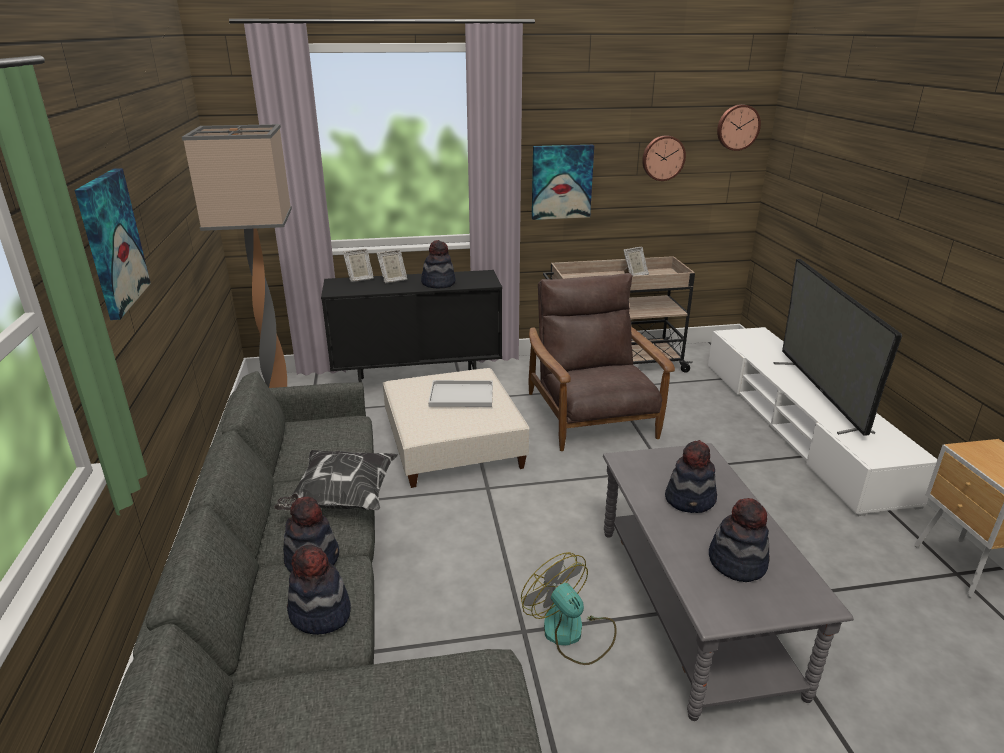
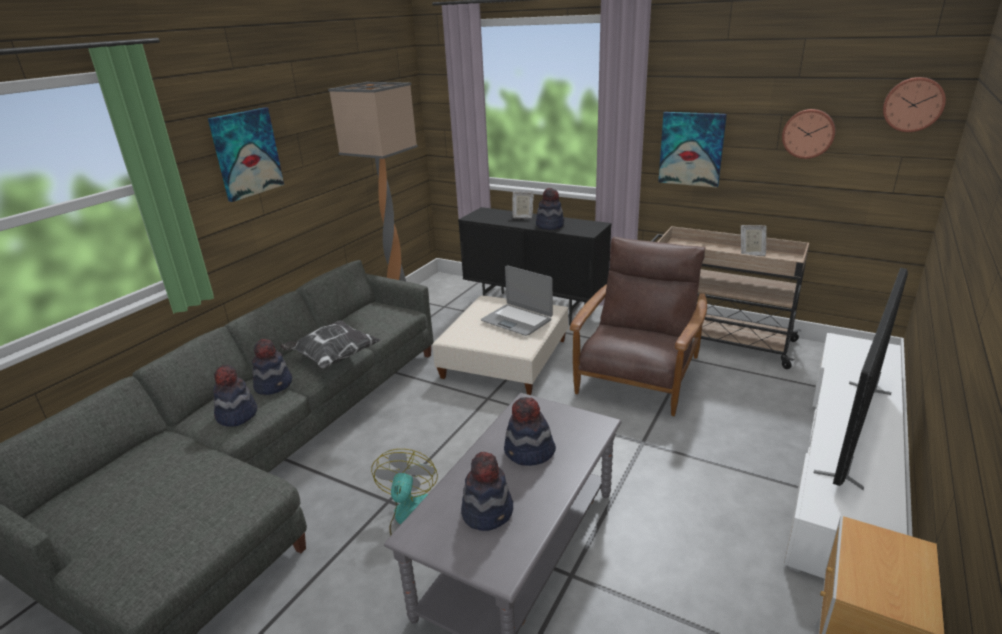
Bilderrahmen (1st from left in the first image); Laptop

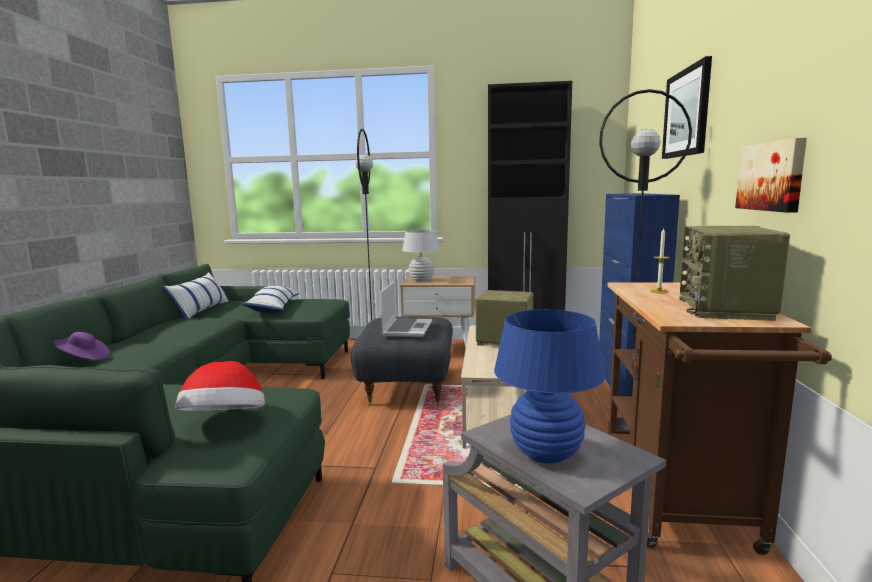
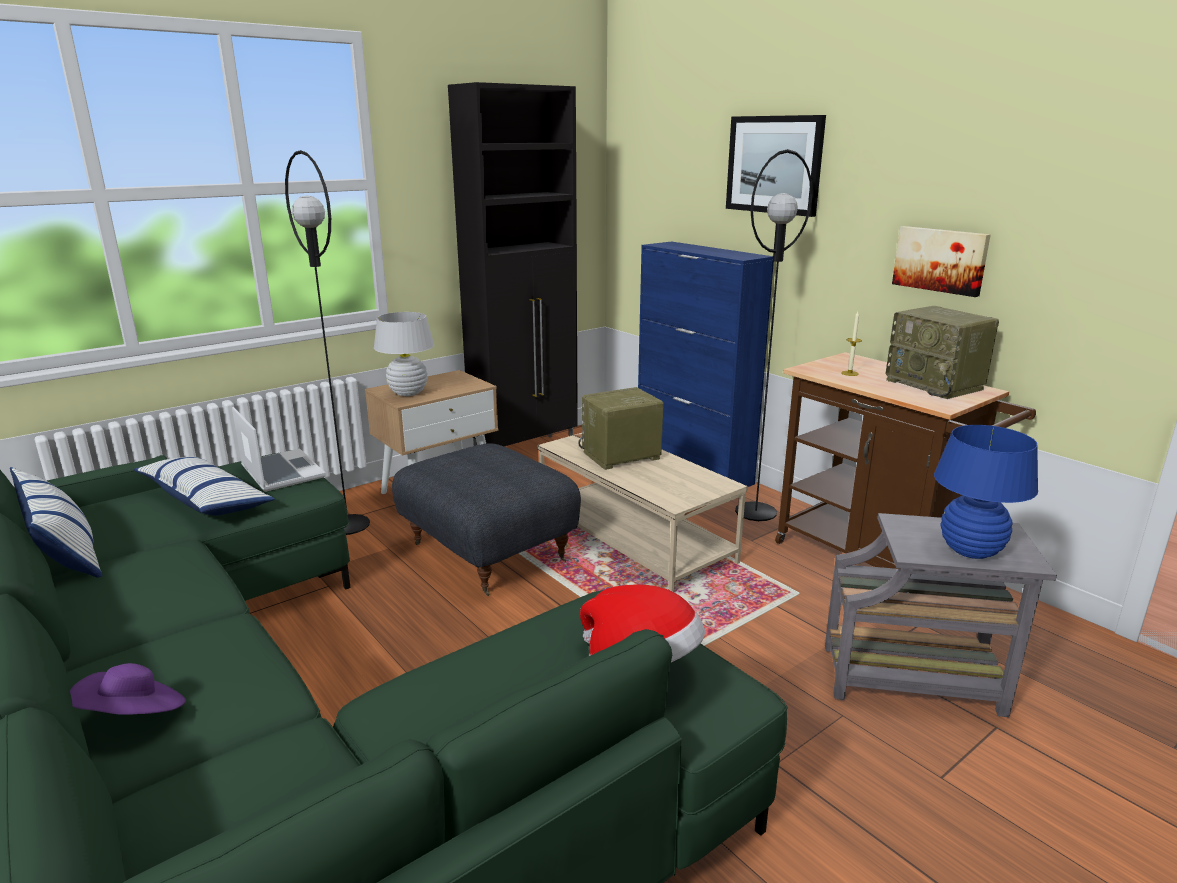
Laptop

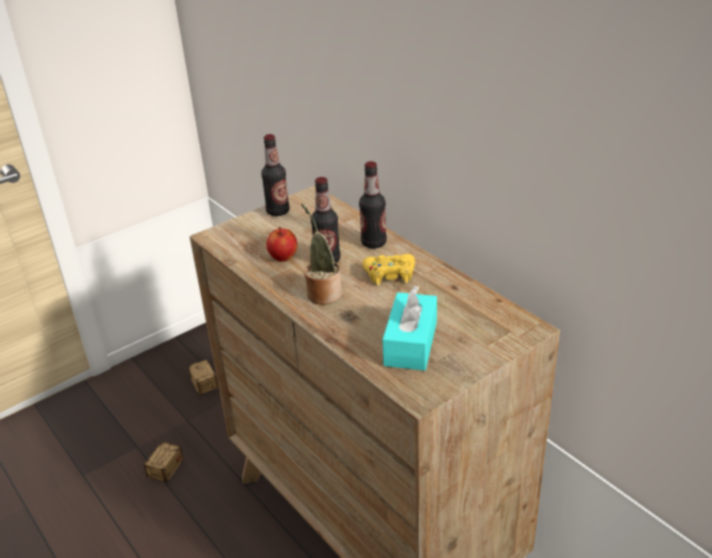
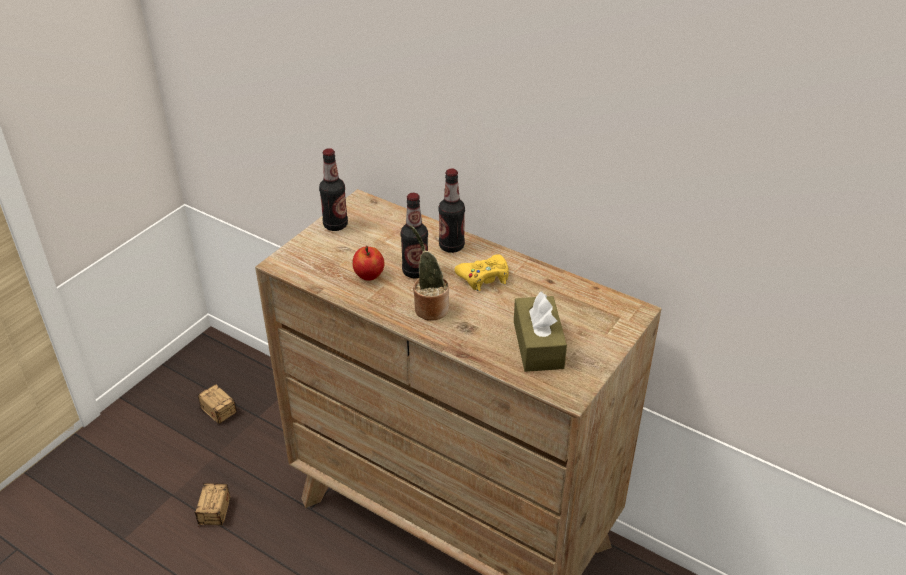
Taschentuchbox/braun

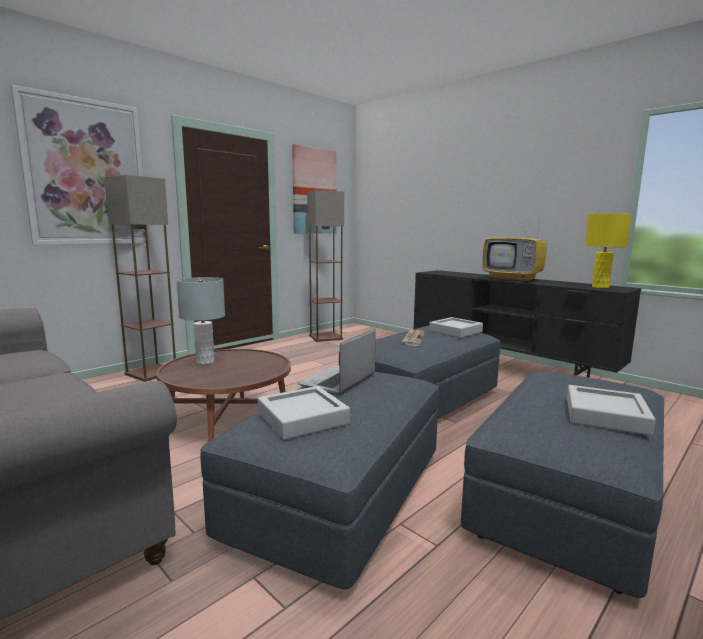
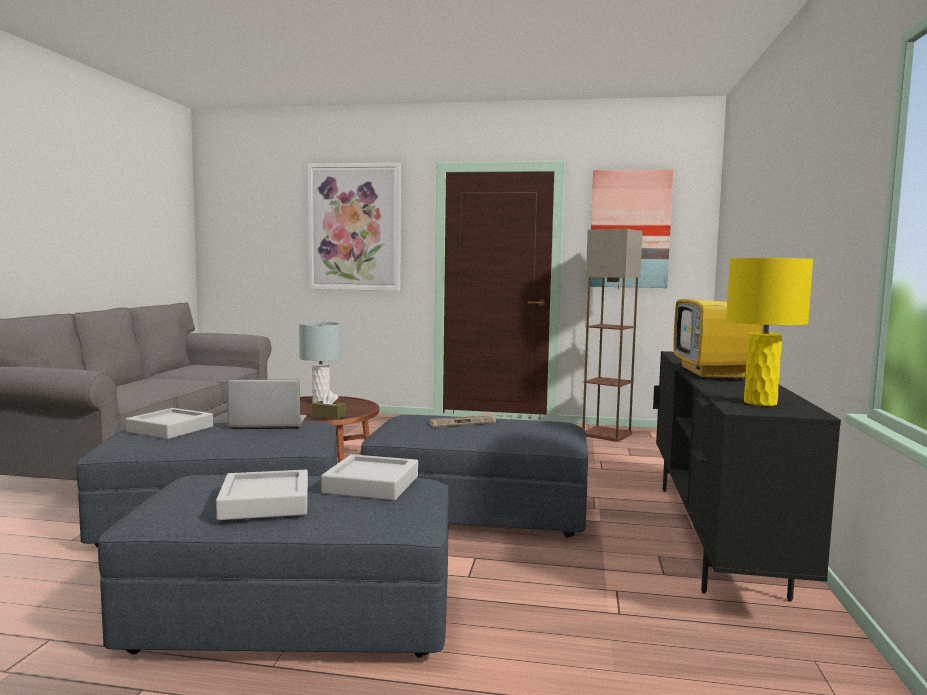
Stehlampe (1st from left in the first image); Taschentuchbox/braun; Tablett/grau (3rd from left)

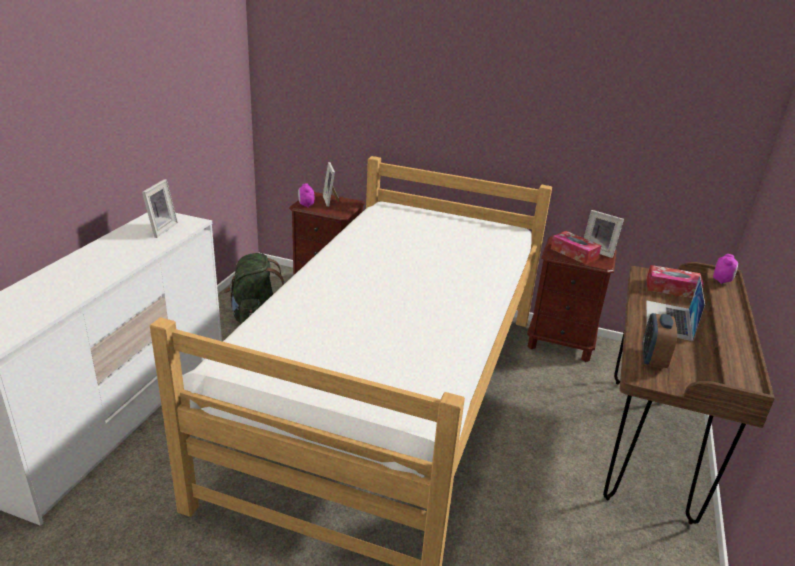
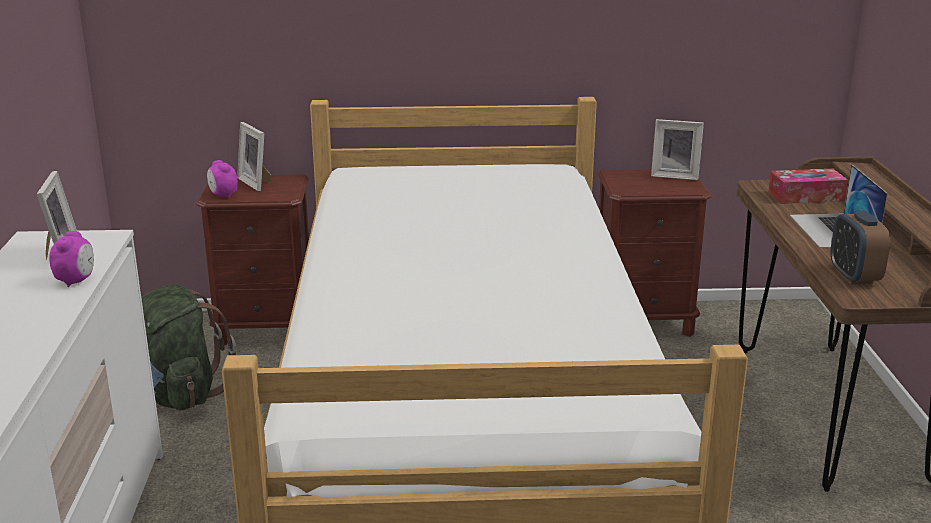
Taschentuchbox (1st from left in the first image); Wecker (1st from left)

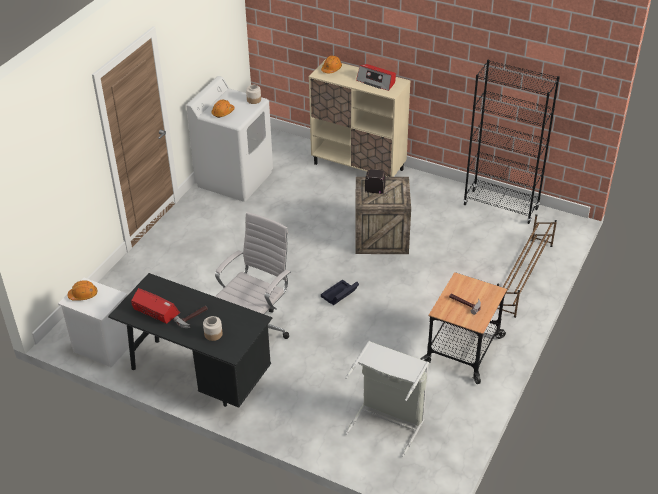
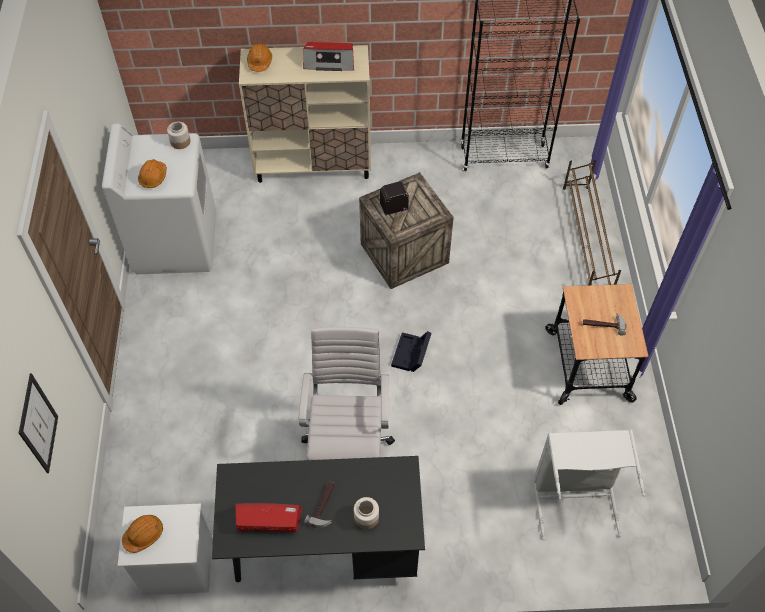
Bild

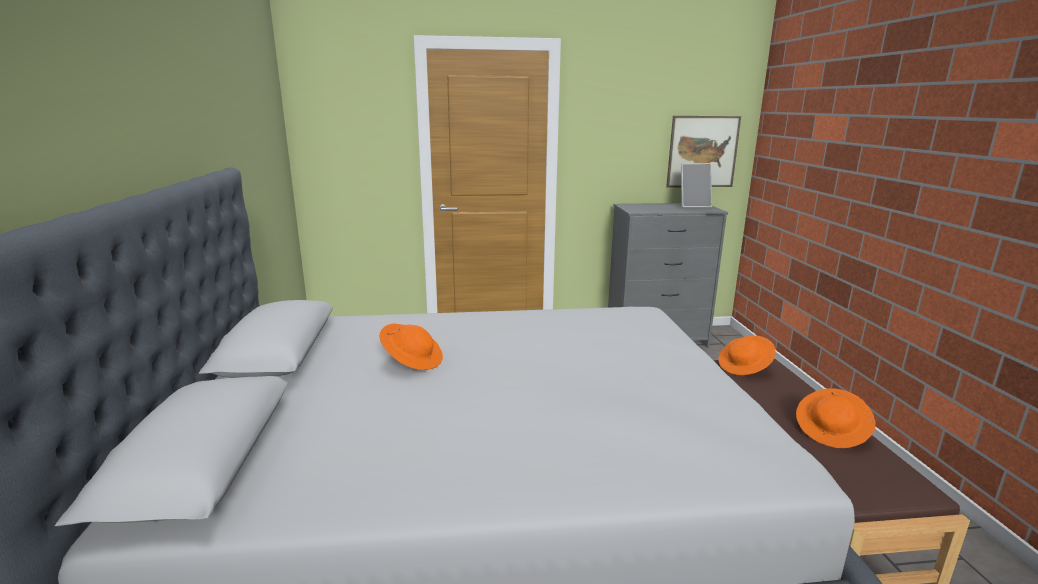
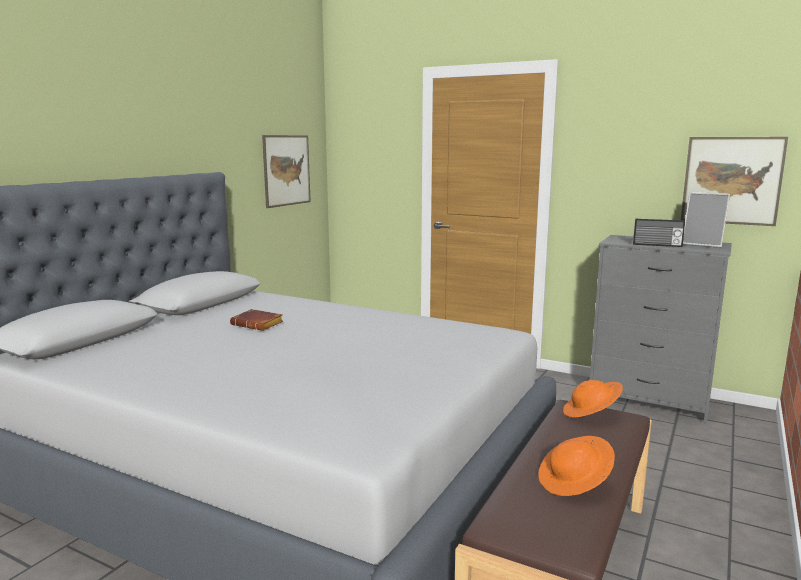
Bild (1st from left); Radio; Buch/braun

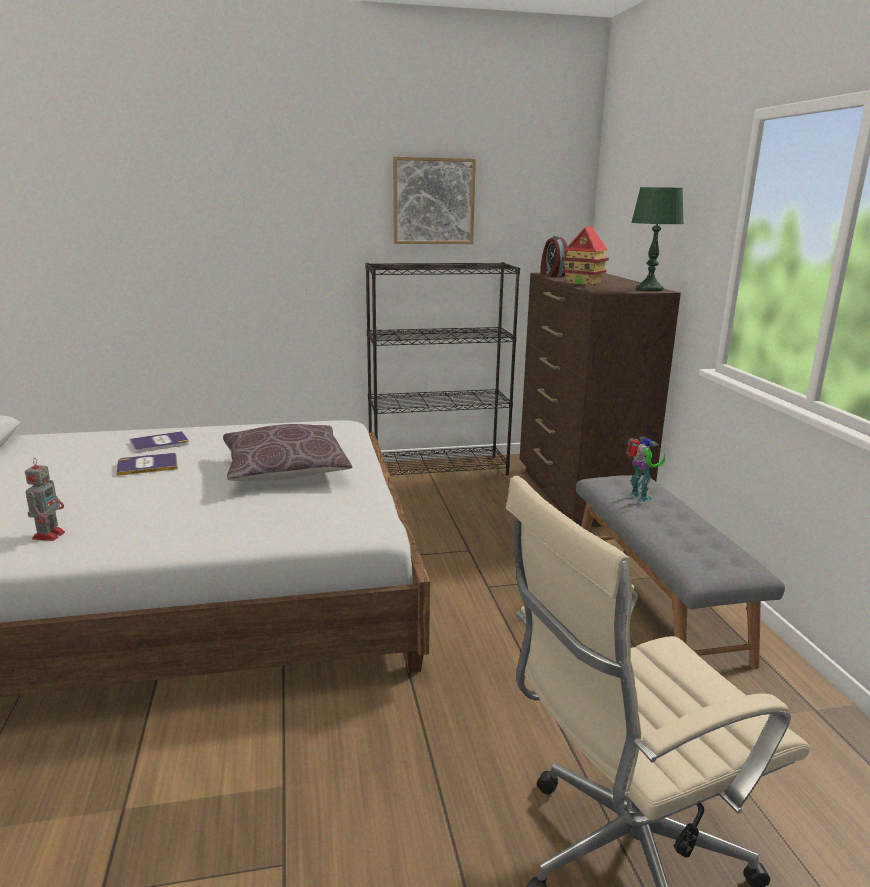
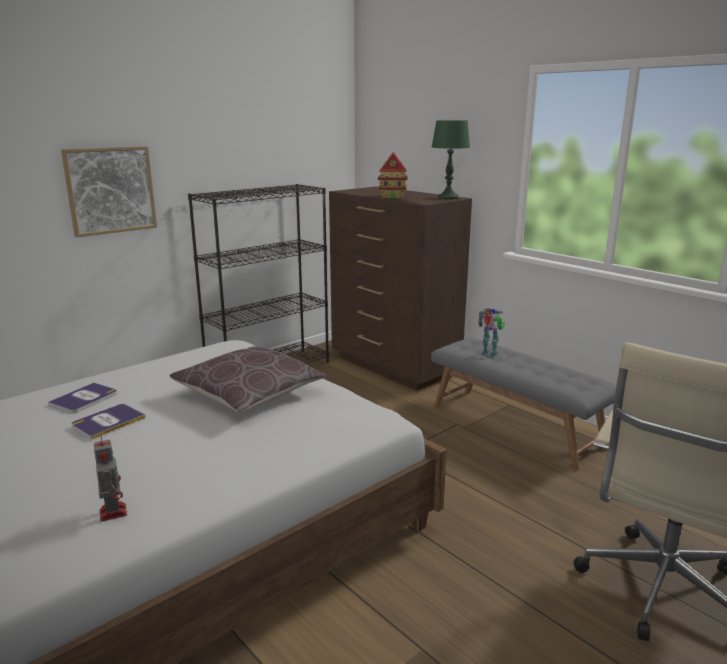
Wecker; Bild

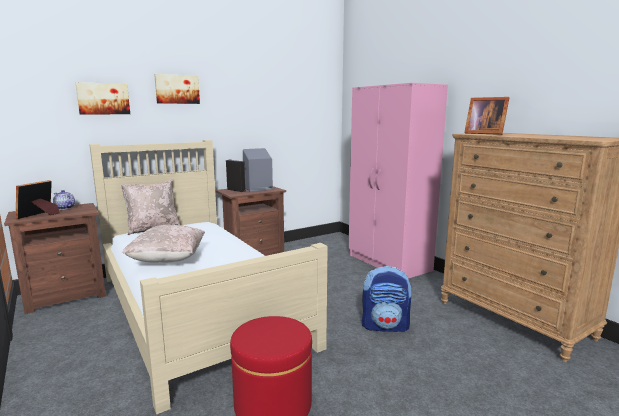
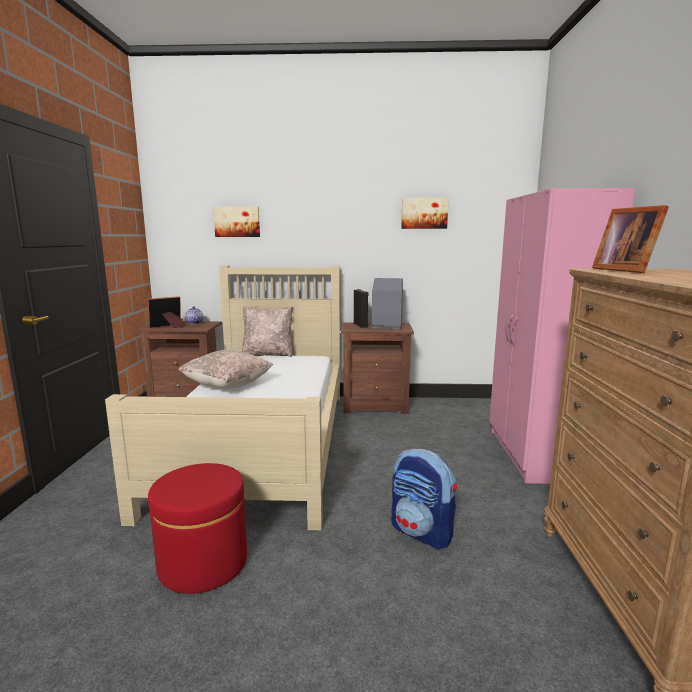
Bild (2nd from left)

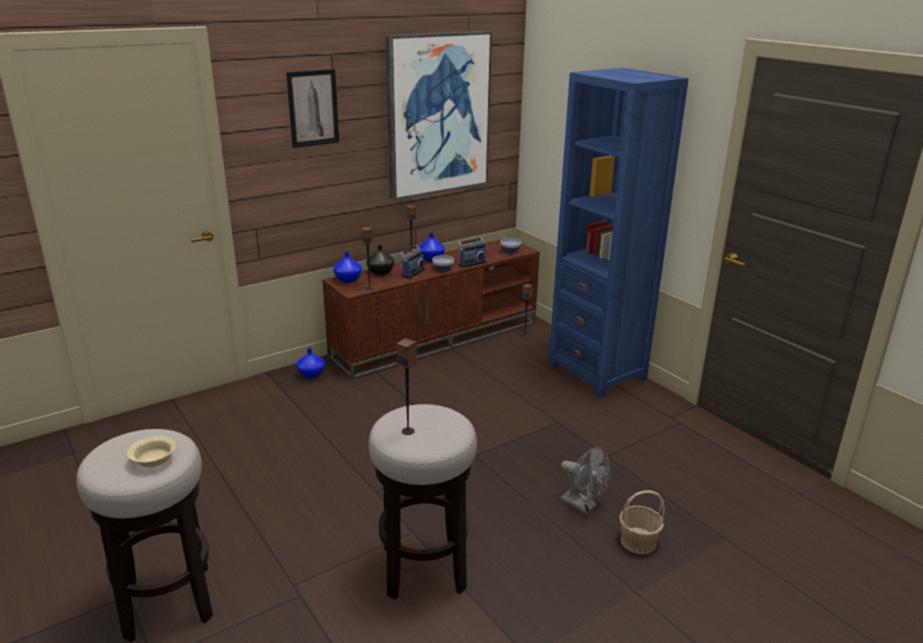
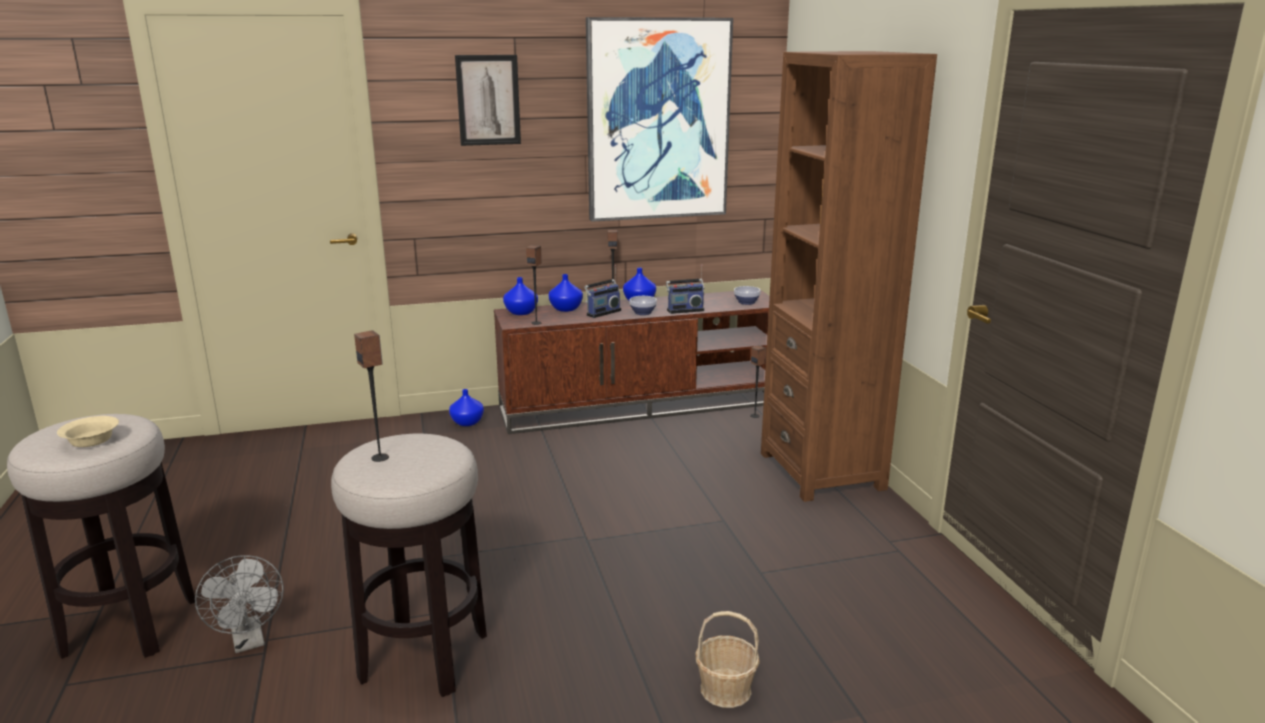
Ventilator/grau; Vase/blau (3rd from left); Bücherregal/braun

